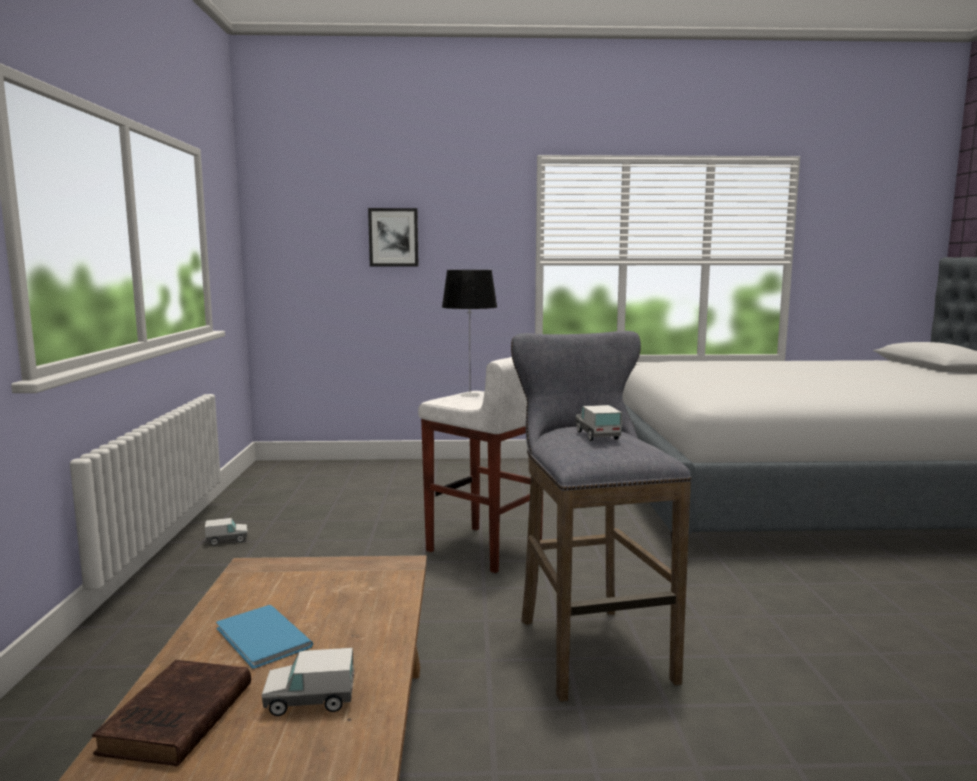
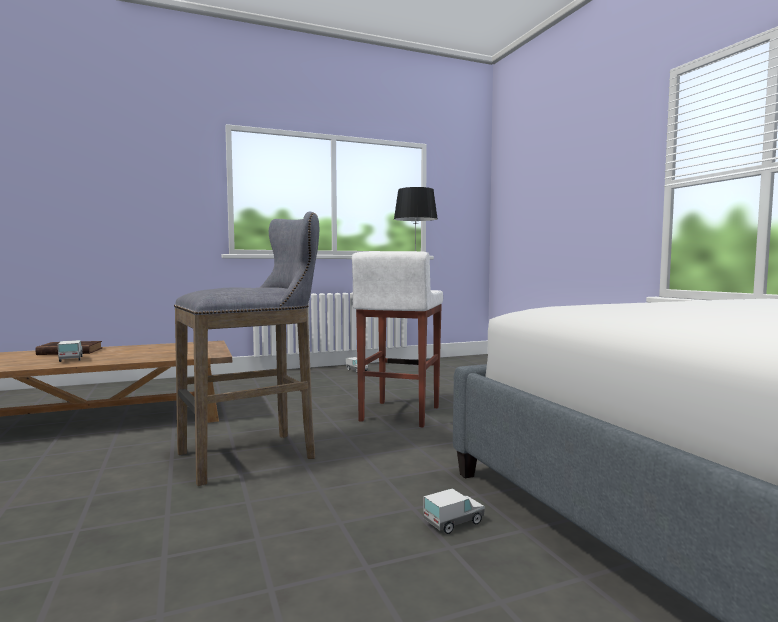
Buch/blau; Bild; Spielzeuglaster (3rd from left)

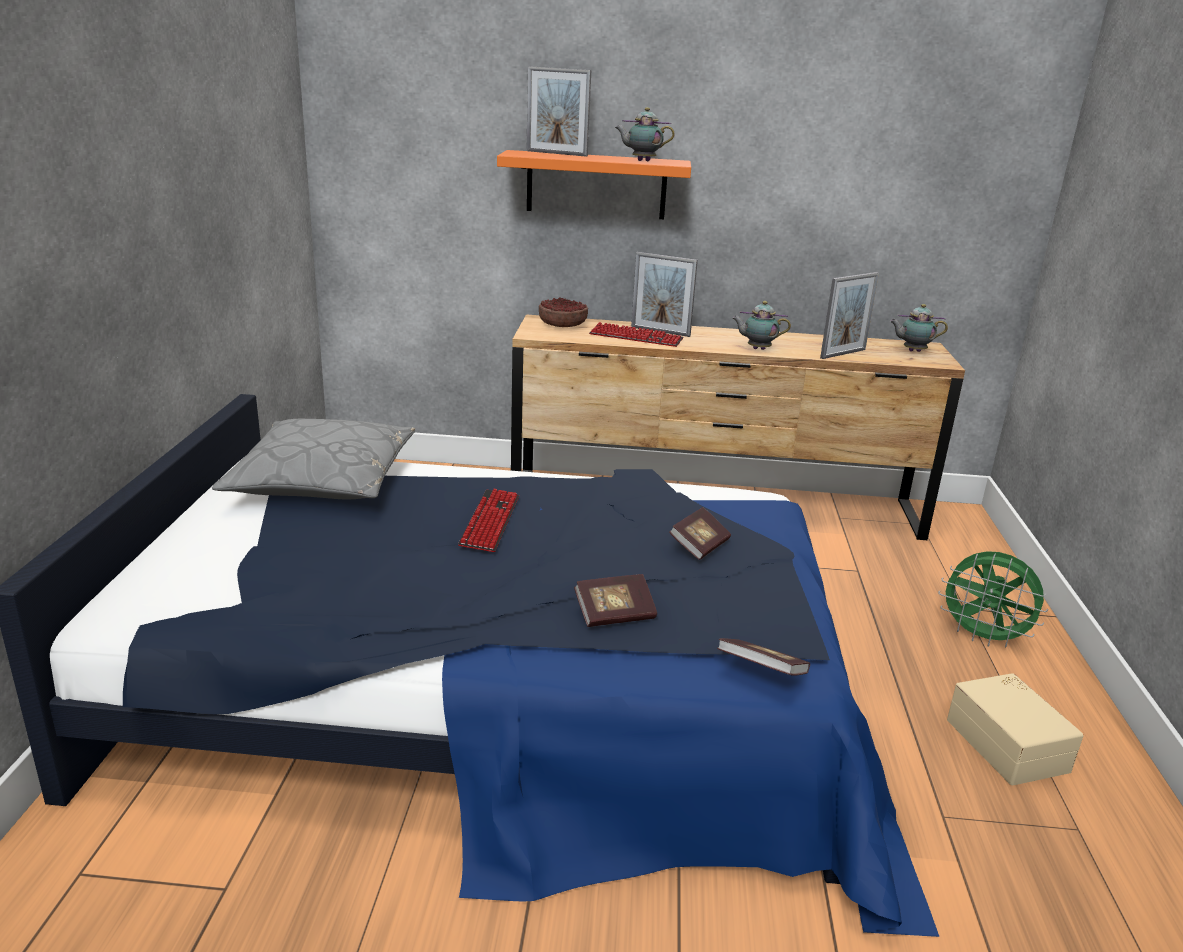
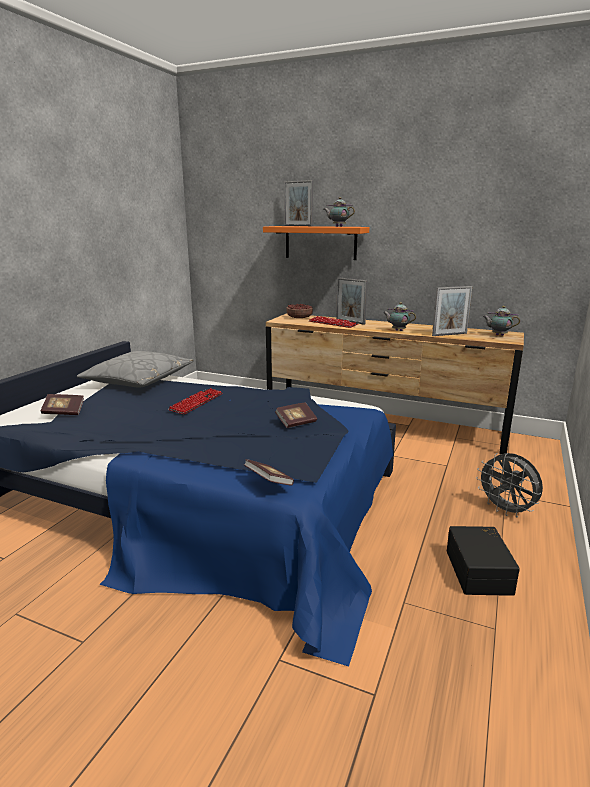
Buch (1st from left); Ventilator/grau; Aufbewahrungsbox/schwarz

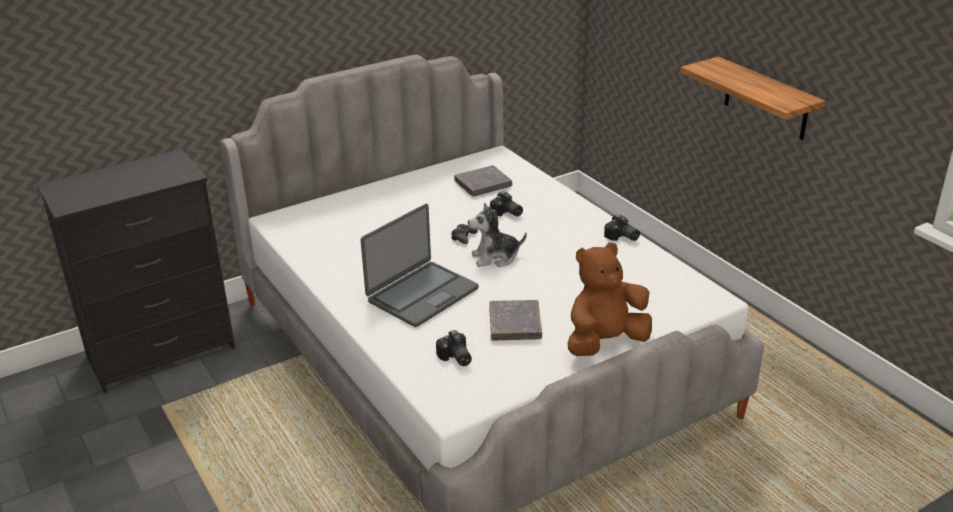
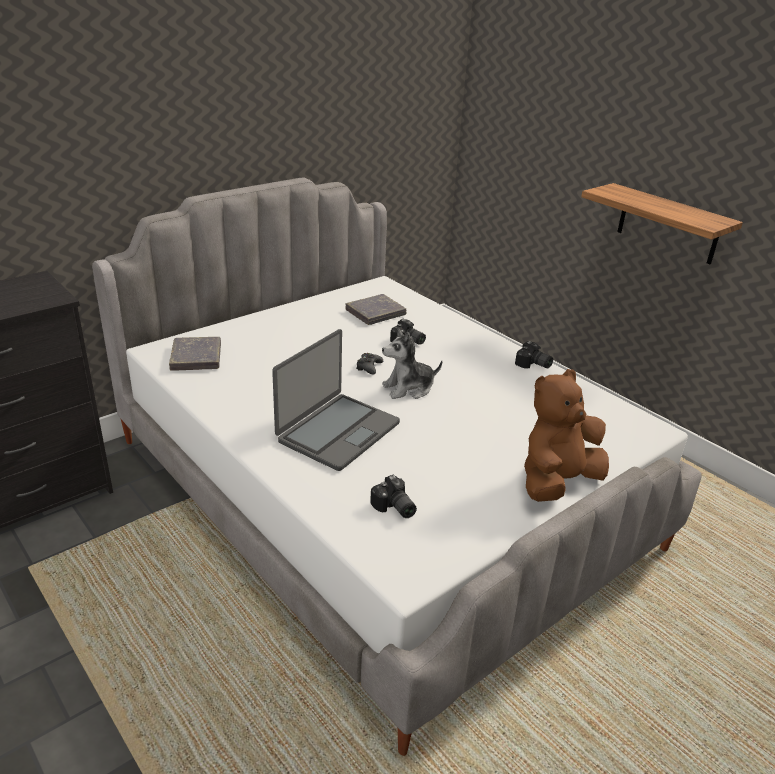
Buch/grau (1st from left)

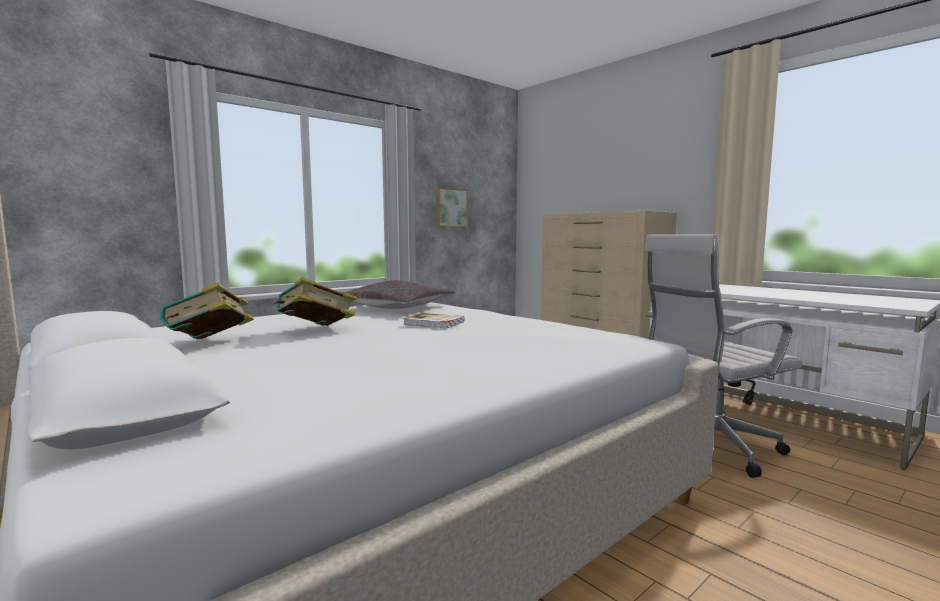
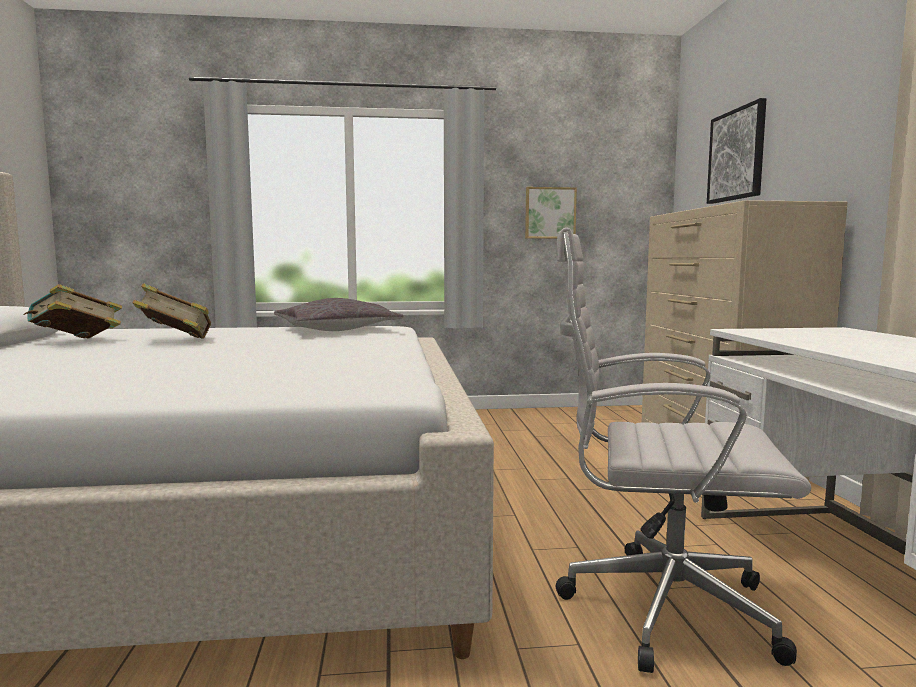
Buch (3rd from left in the first image); Bild (2nd from left)

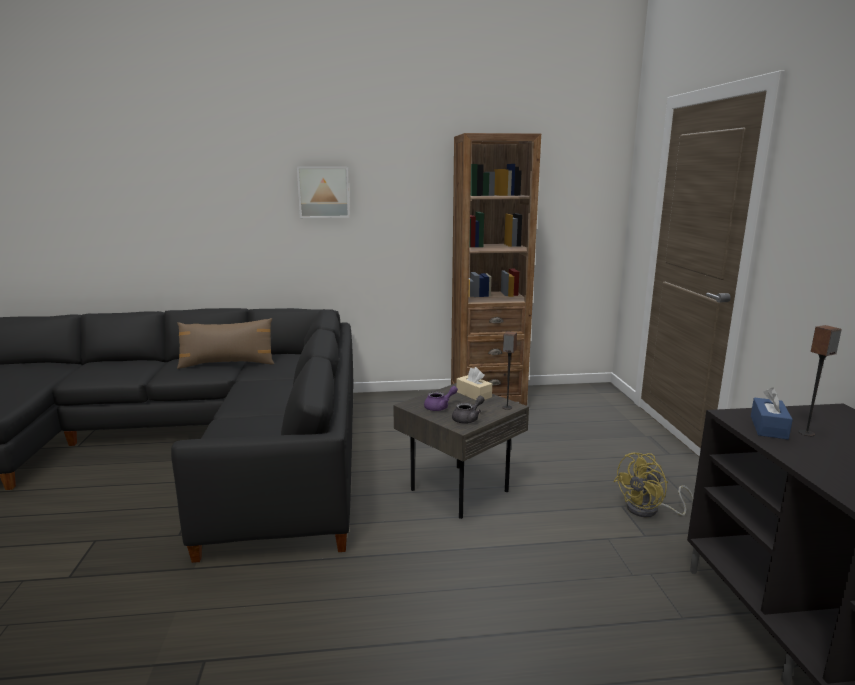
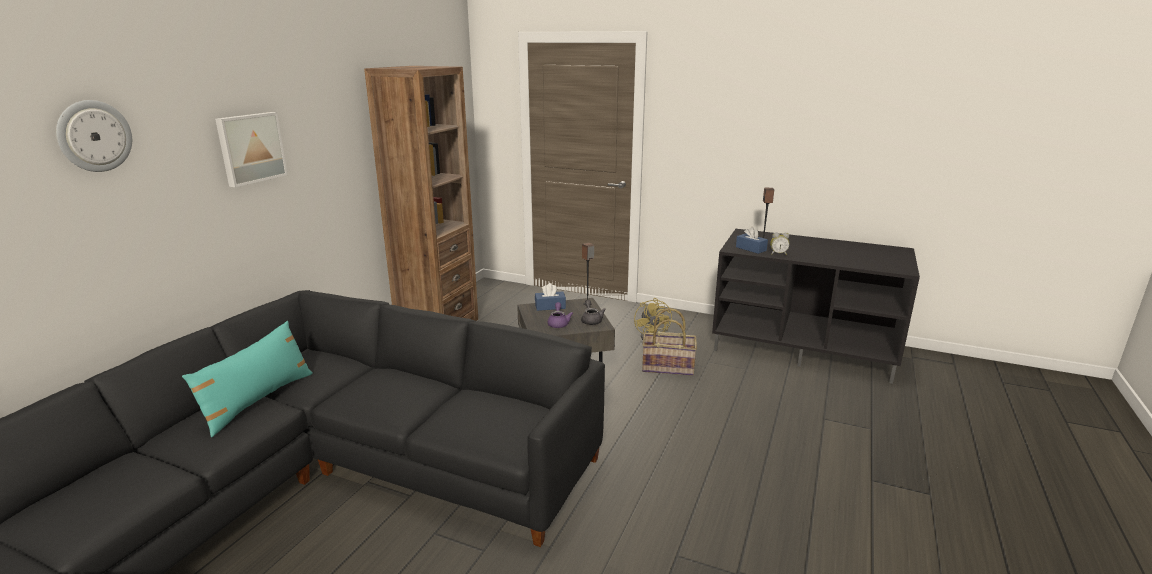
Wanduhr; Korb; Wecker; Kissen/türkis; Taschentuchbox/blau (1st from left)

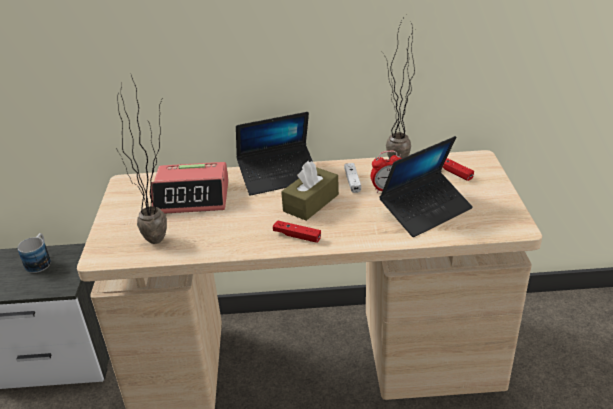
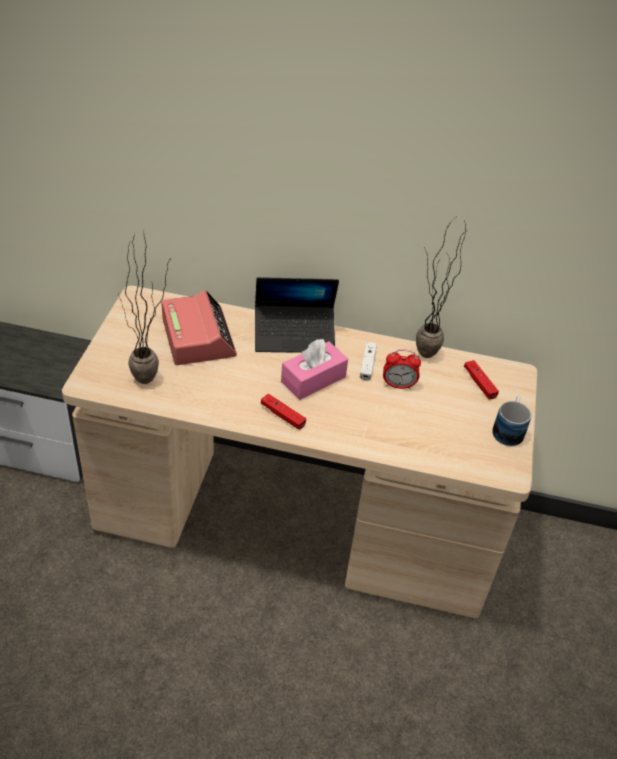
Laptop (2nd from left in the first image); Henkelbecher; Taschentuchbox/rosa; Wecker (1st from left)

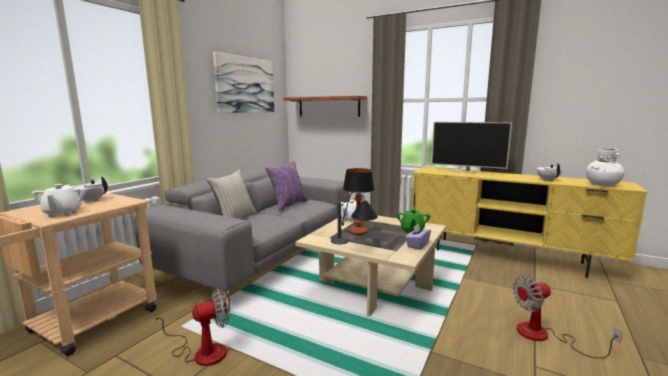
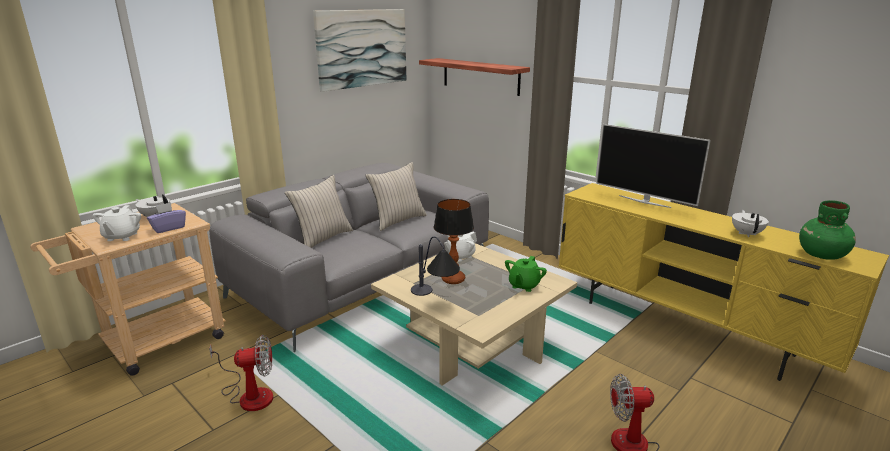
Taschentuchbox/lila; Kissen/beige (2nd from left); Vase/grün

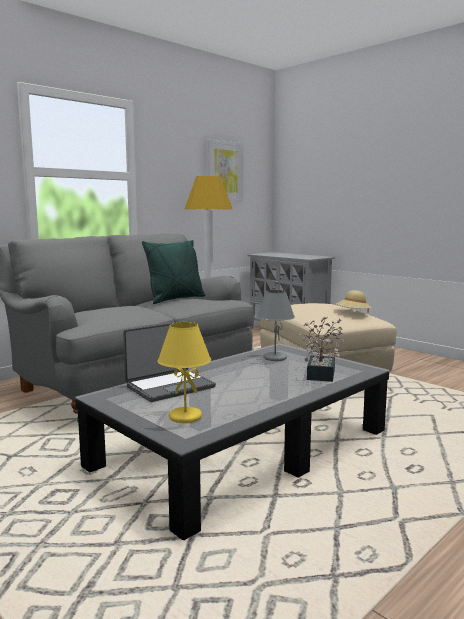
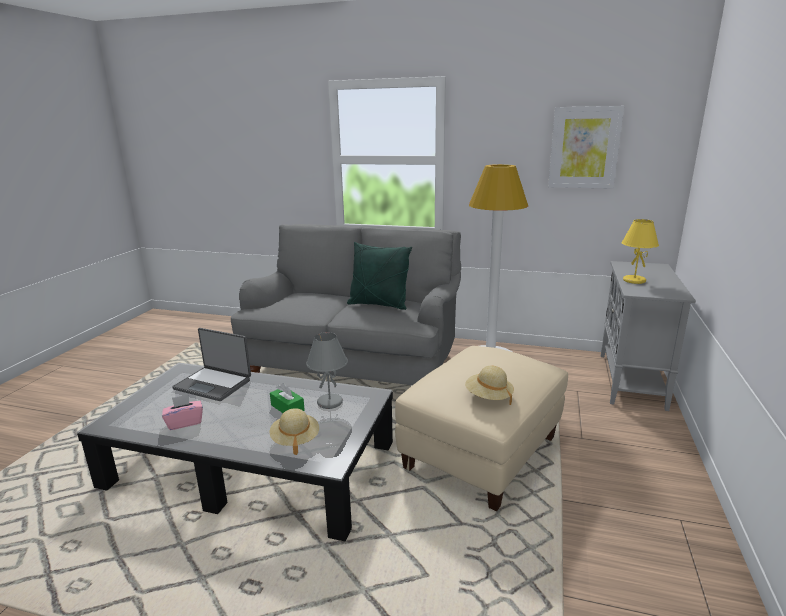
Taschentuchbox/rosa; Taschentuchbox/grün; Tischlampe/gelb; Hut/beige (1st from left)

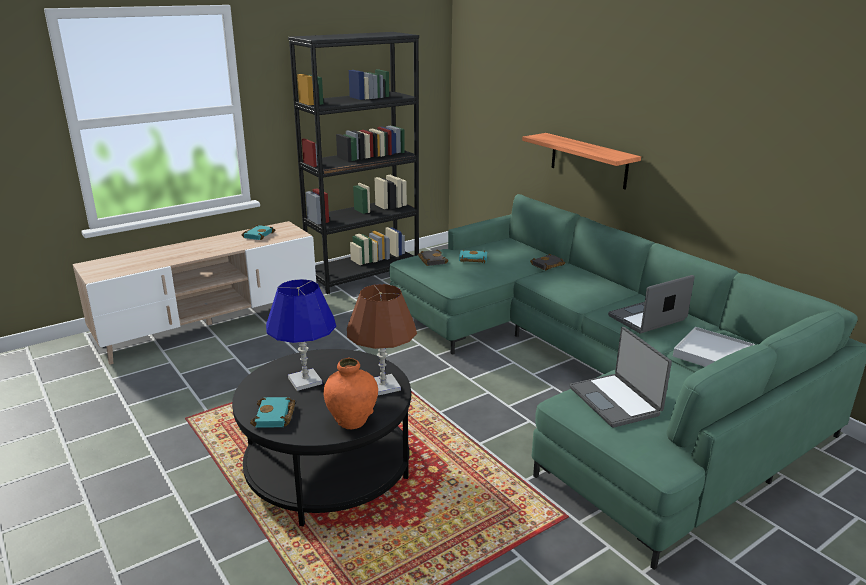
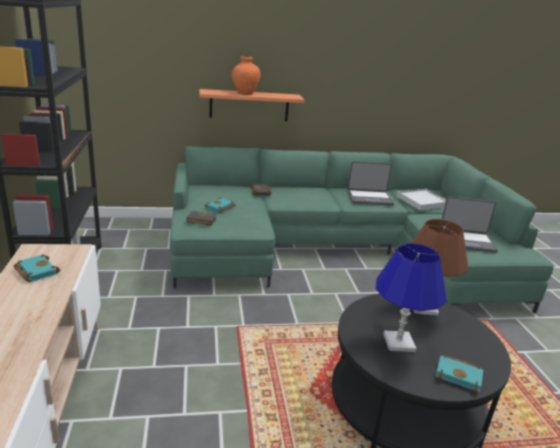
Vase/orange; Laptop (1st from left)

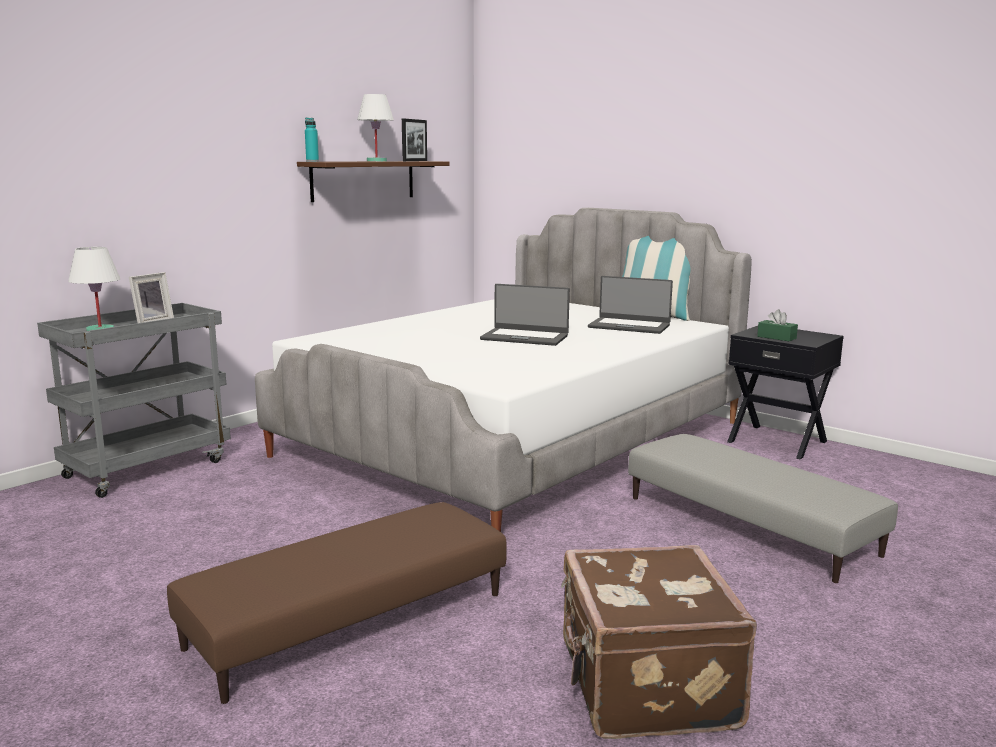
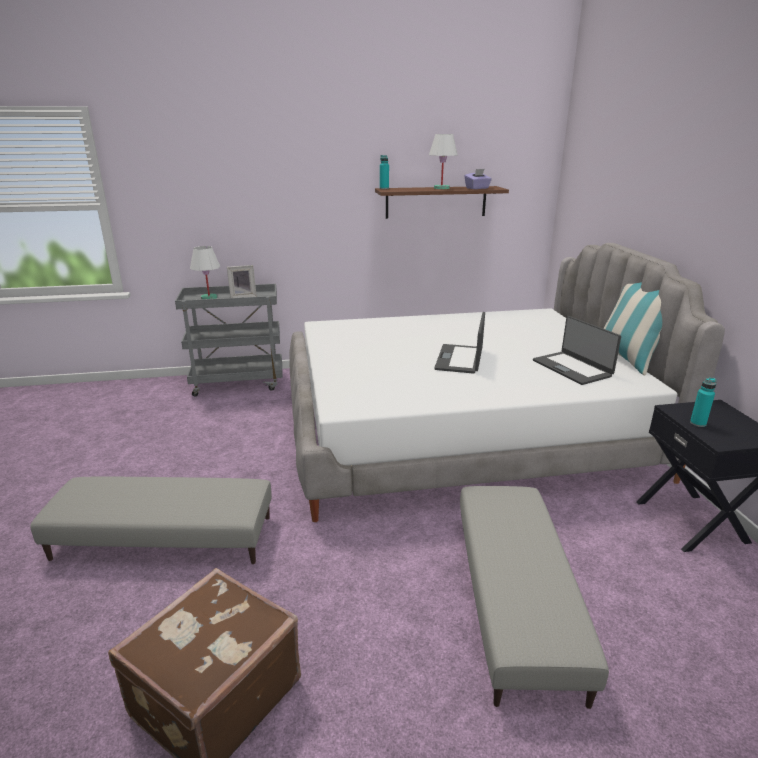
Taschentuchbox/lila; Flasche/türkis (2nd from left); Polsterhocker/grau (1st from left); Laptop (1st from left)

